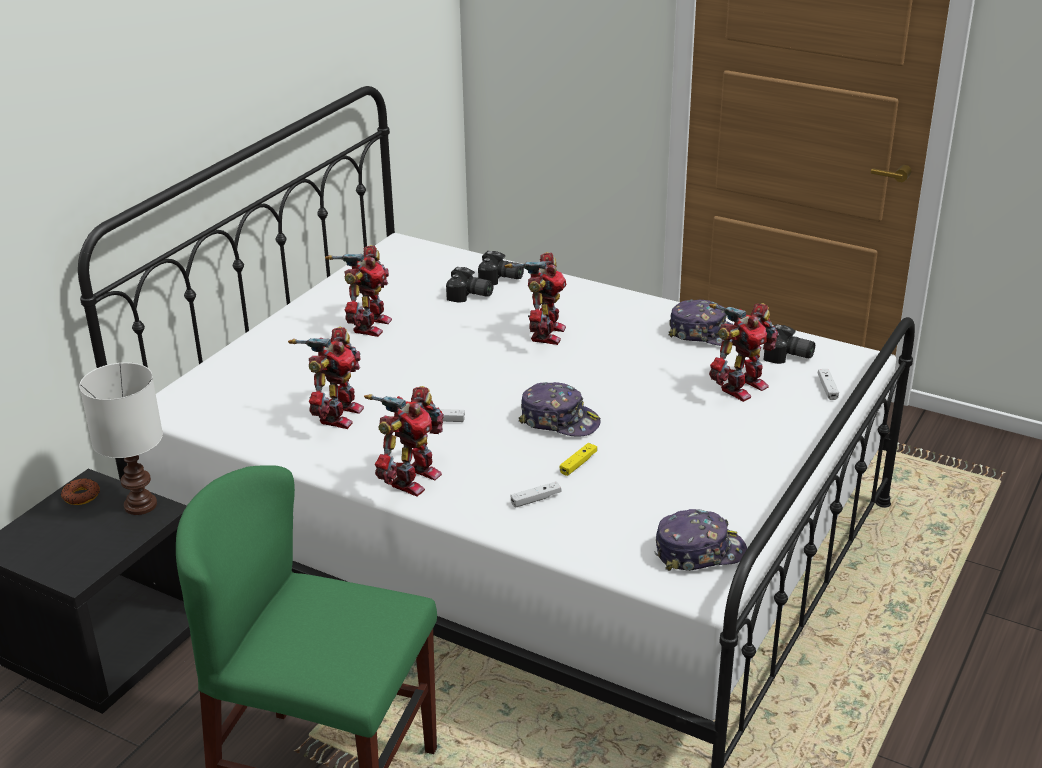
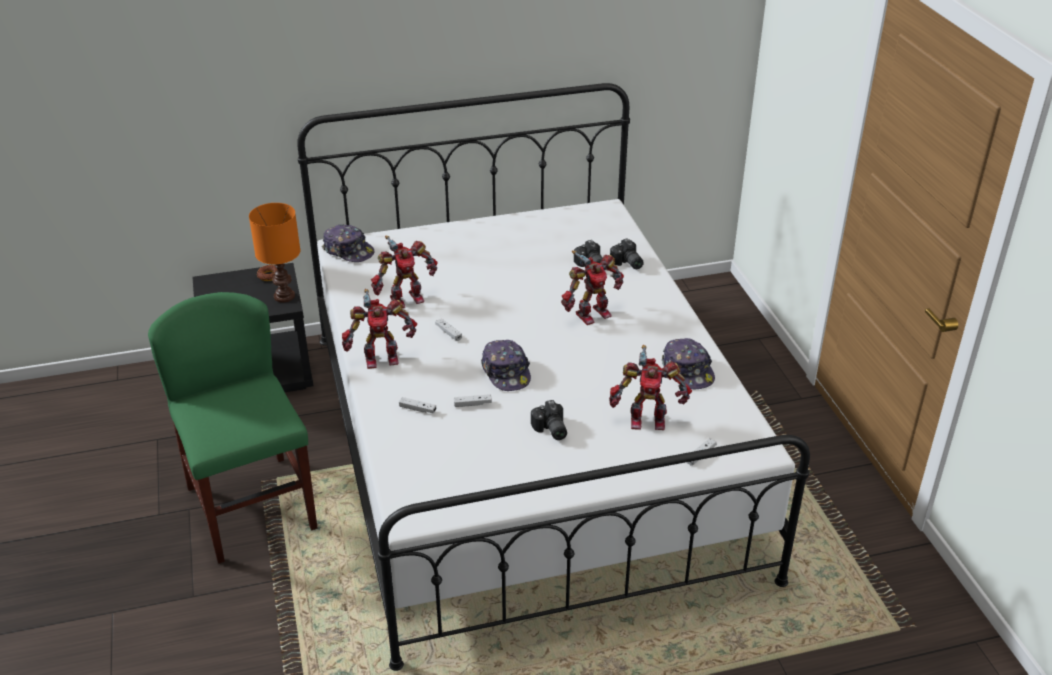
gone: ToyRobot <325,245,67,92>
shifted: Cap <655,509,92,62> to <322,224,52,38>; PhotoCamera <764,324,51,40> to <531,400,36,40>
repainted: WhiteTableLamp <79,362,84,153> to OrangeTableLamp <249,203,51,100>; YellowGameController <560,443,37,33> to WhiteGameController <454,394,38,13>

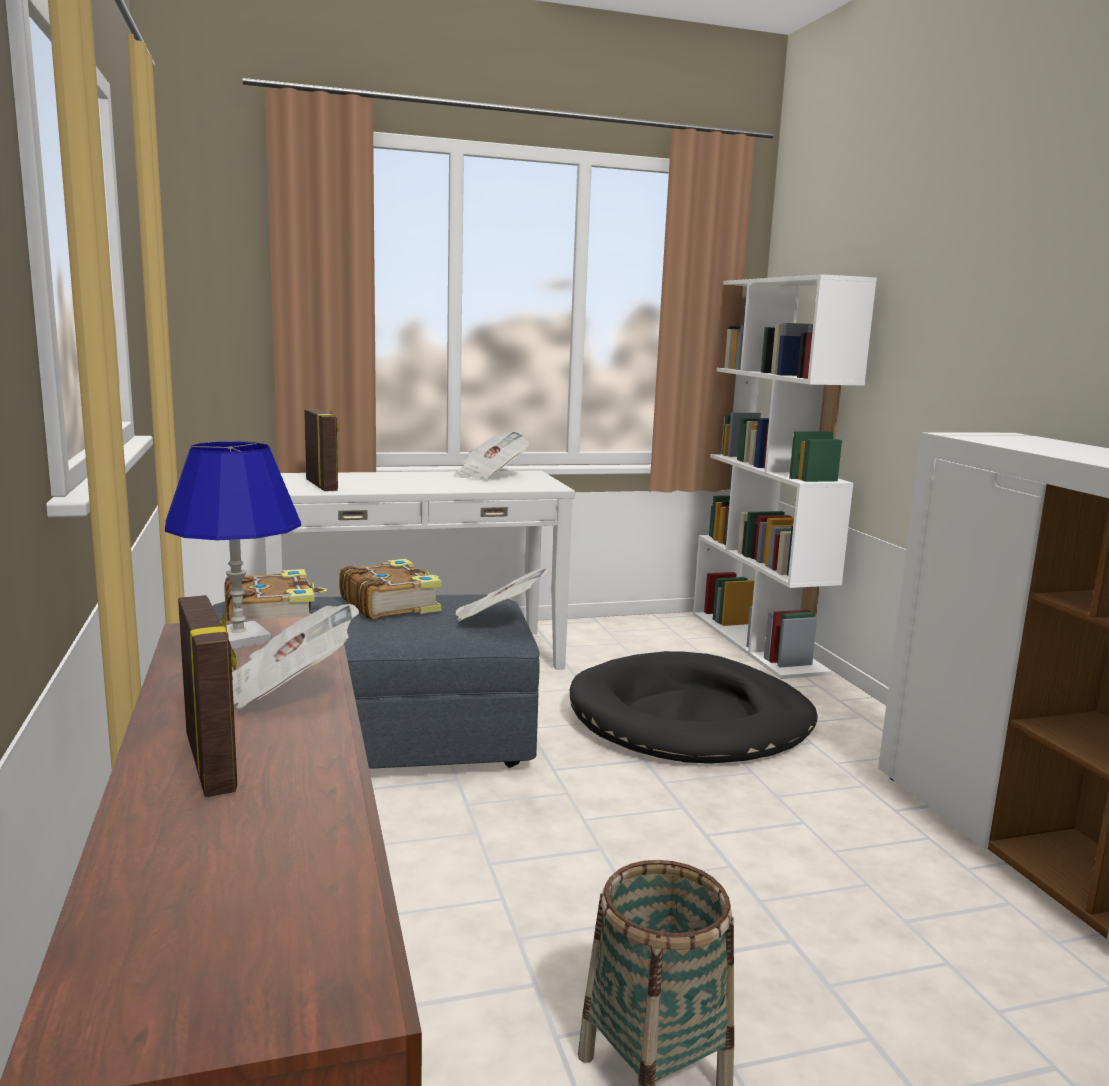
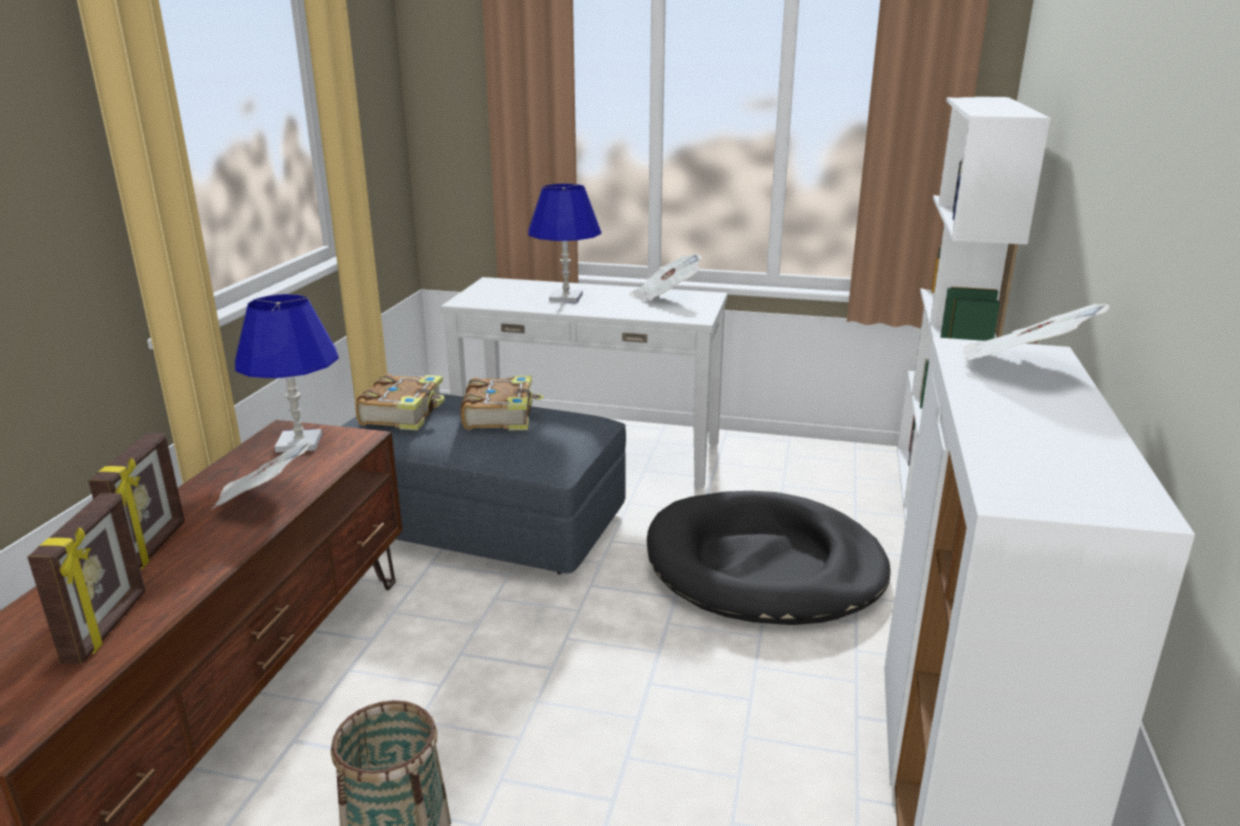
new: BlueTableLamp <528,184,73,119>
shifted: PictureFrame <304,409,35,82> to <28,493,117,171>; Newspaper <456,568,92,54> to <963,304,146,58>

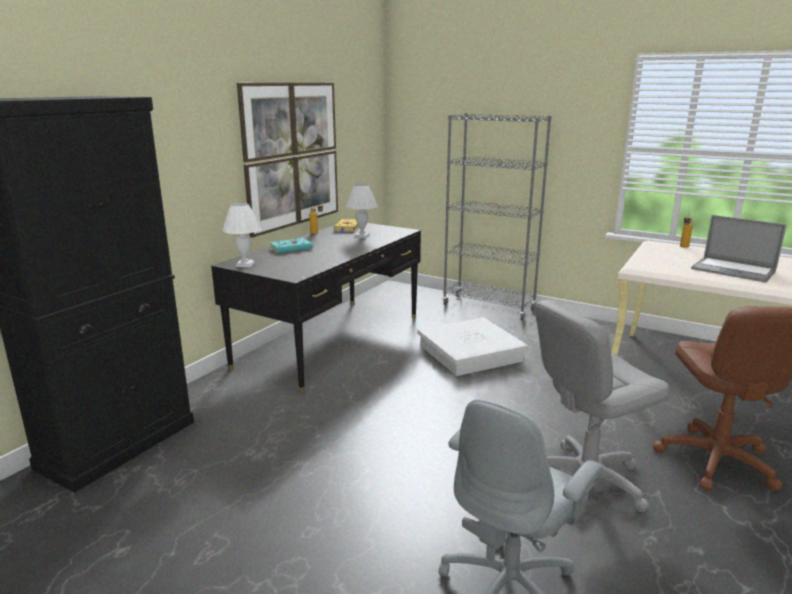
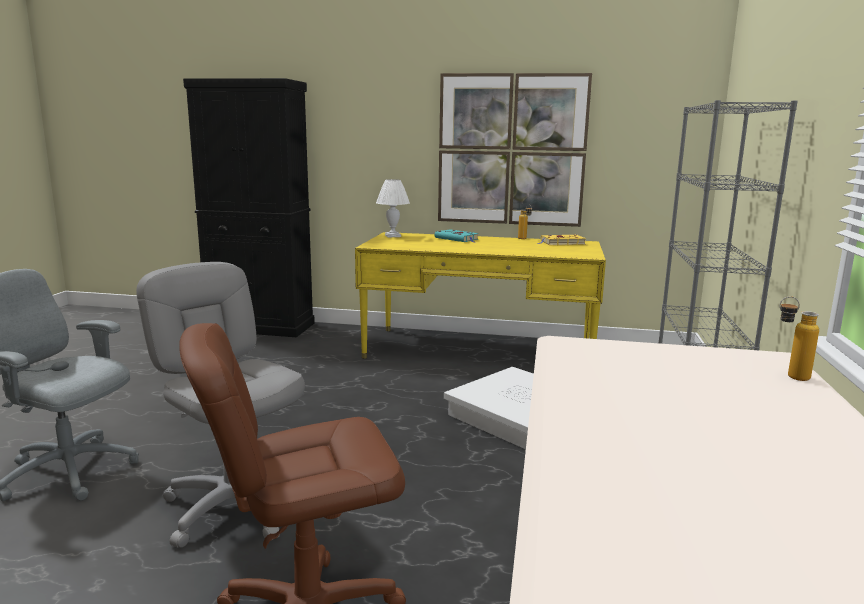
gone: WhiteTableLamp <346,184,31,54>; Laptop <691,215,95,68>
repainted: BlackDesk <211,223,210,170> to YellowDesk <355,232,251,127>

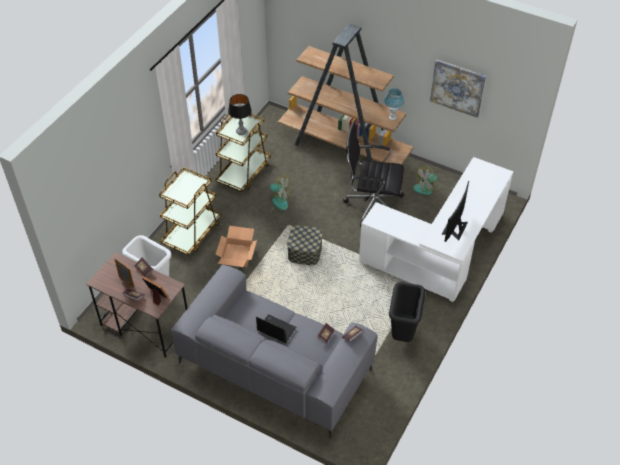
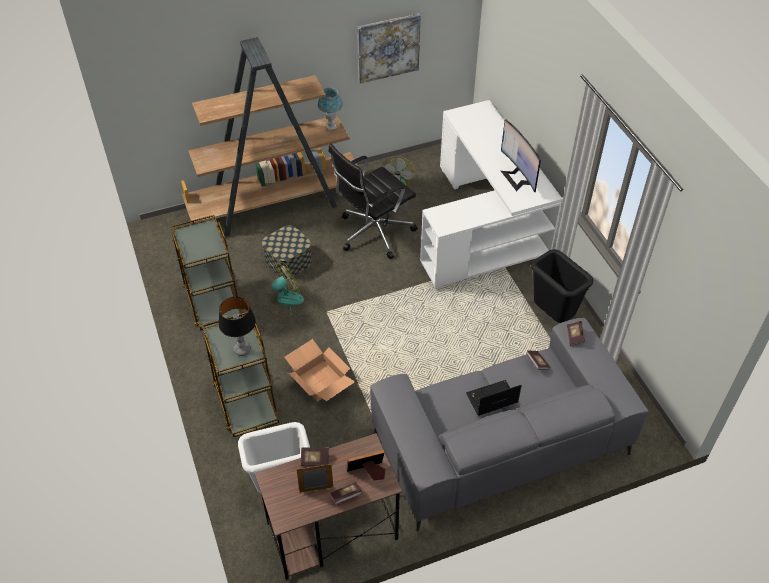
shifted: TableLamp <228,94,24,41> to <218,297,38,59>; StorageBox <287,225,35,40> to <262,226,50,53>

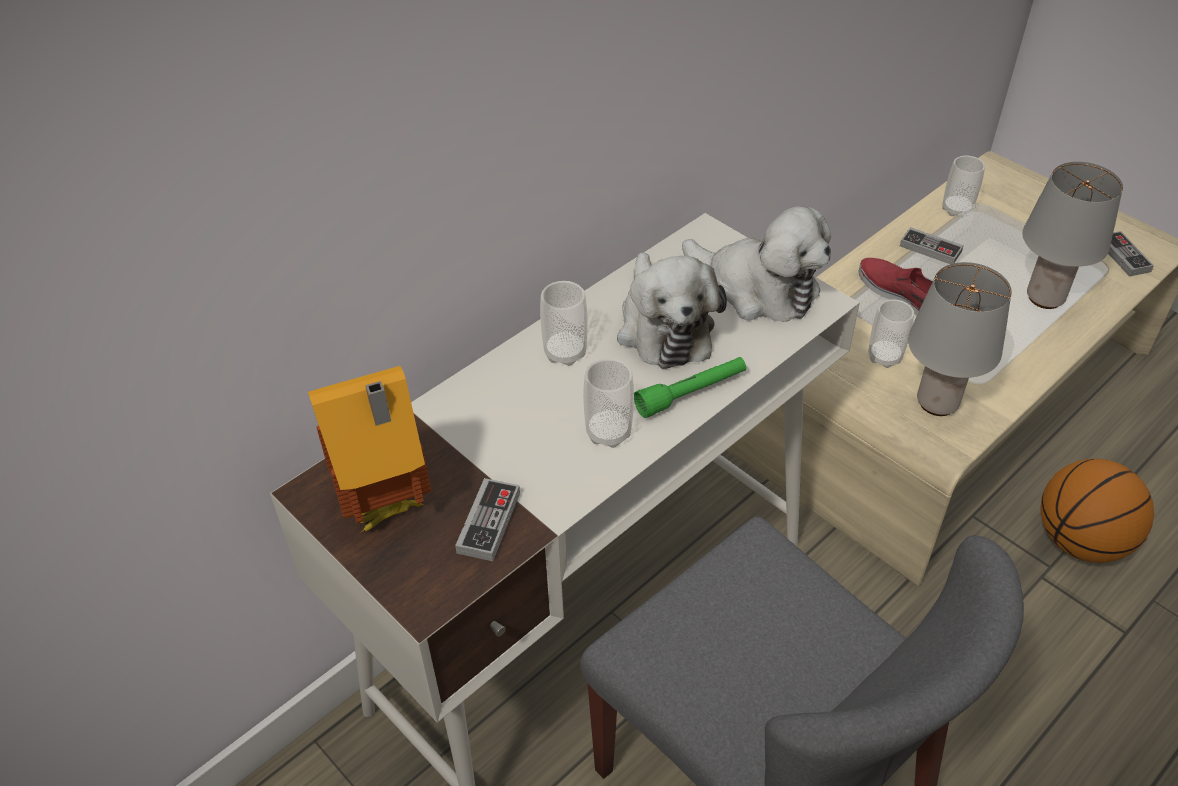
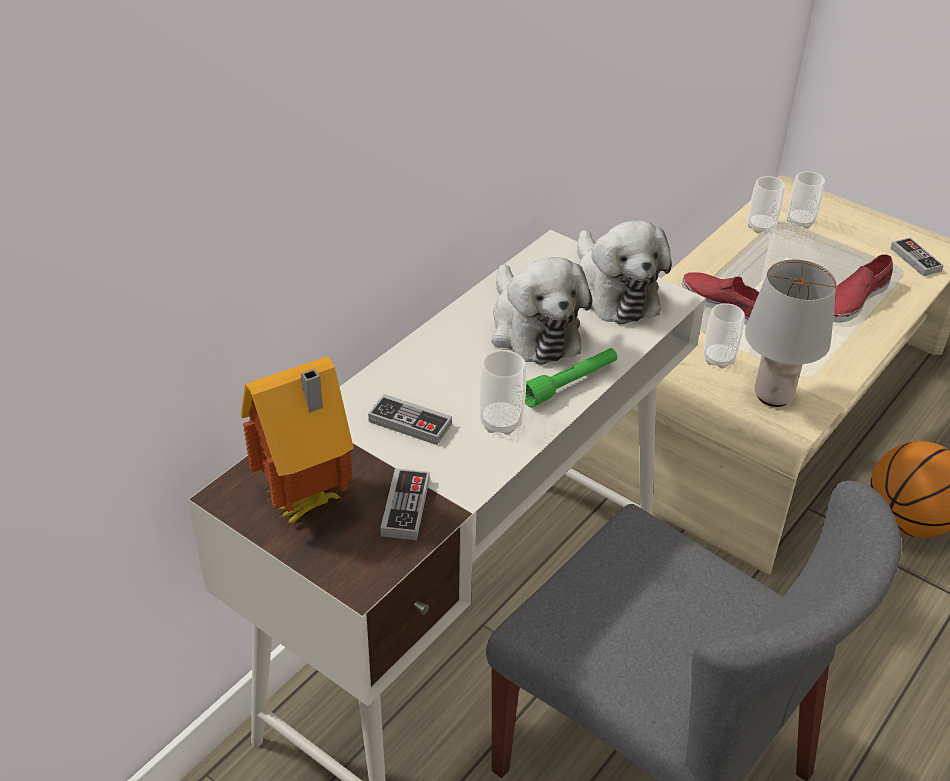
shifted: GameController <900,227,64,37> to <368,394,84,51>; Cup <540,281,48,85> to <787,171,38,58>
swapped: GreyTableLamp <1023,162,100,147> to RedShoe <833,254,60,69>
rotated: PlushToy <682,206,149,116> = <577,220,95,105> 45 degrees clockwise

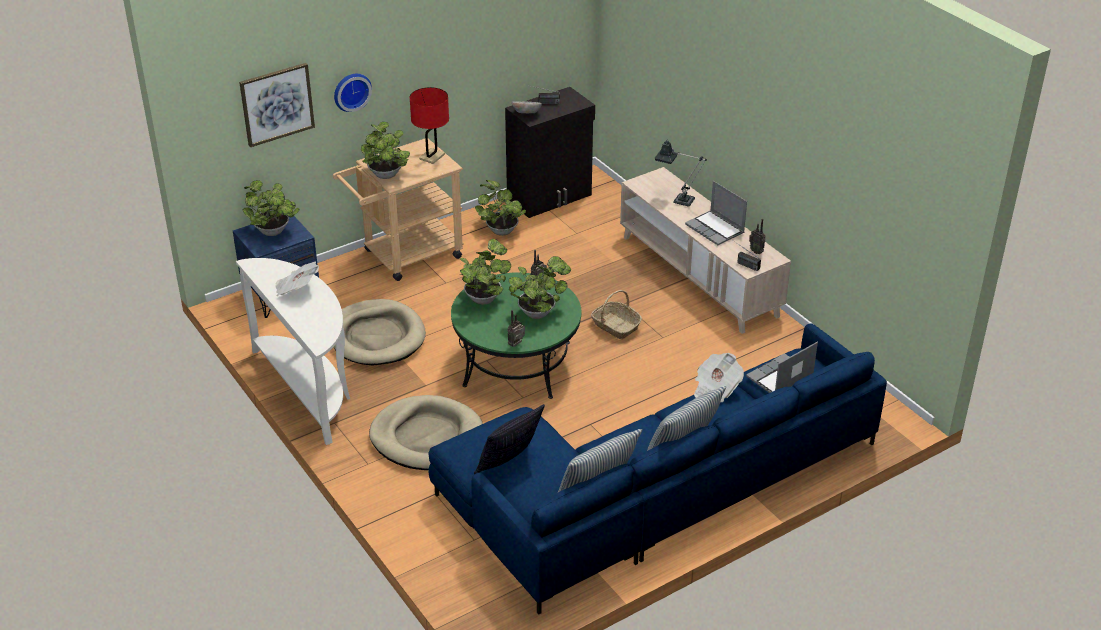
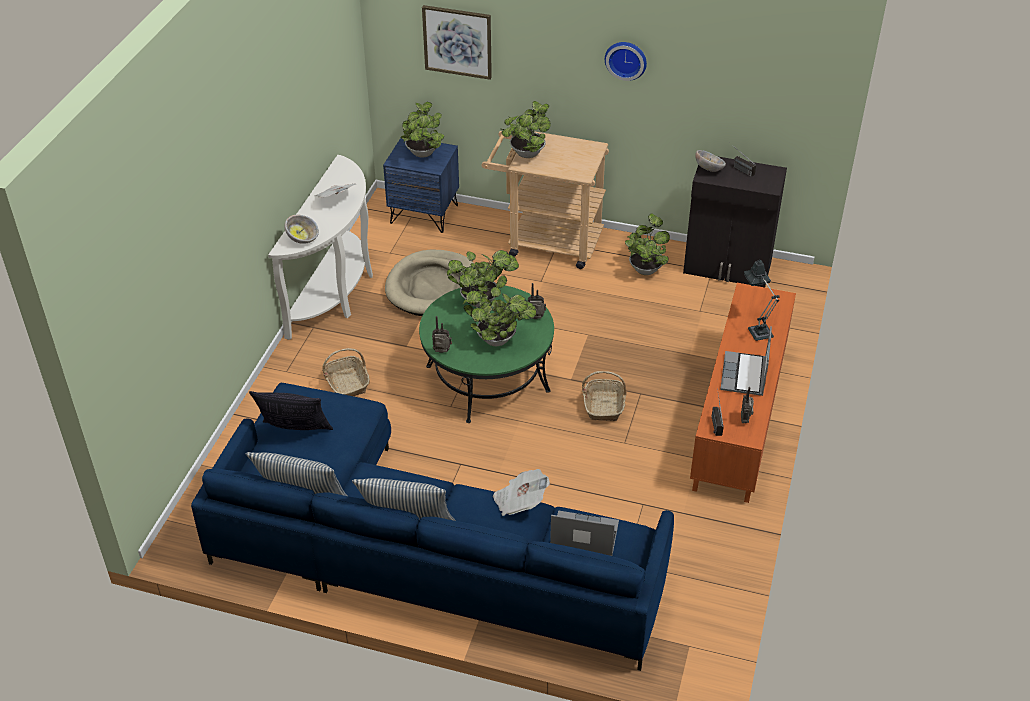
gone: RedTableLamp <410,87,39,77>
new: Bowl <284,215,35,29>
shifted: WallClock <334,74,38,38> to <605,42,42,39>
swapped: BeigeDogBed <369,395,114,75> to Basket <322,348,48,48>
repainted: BeigeTvStand <620,167,171,167> to OrangeTvStand <690,283,106,220>

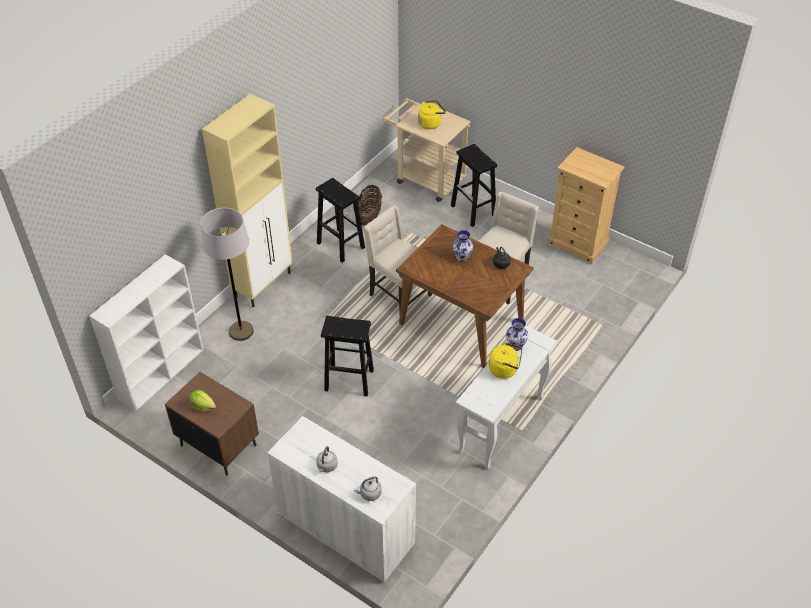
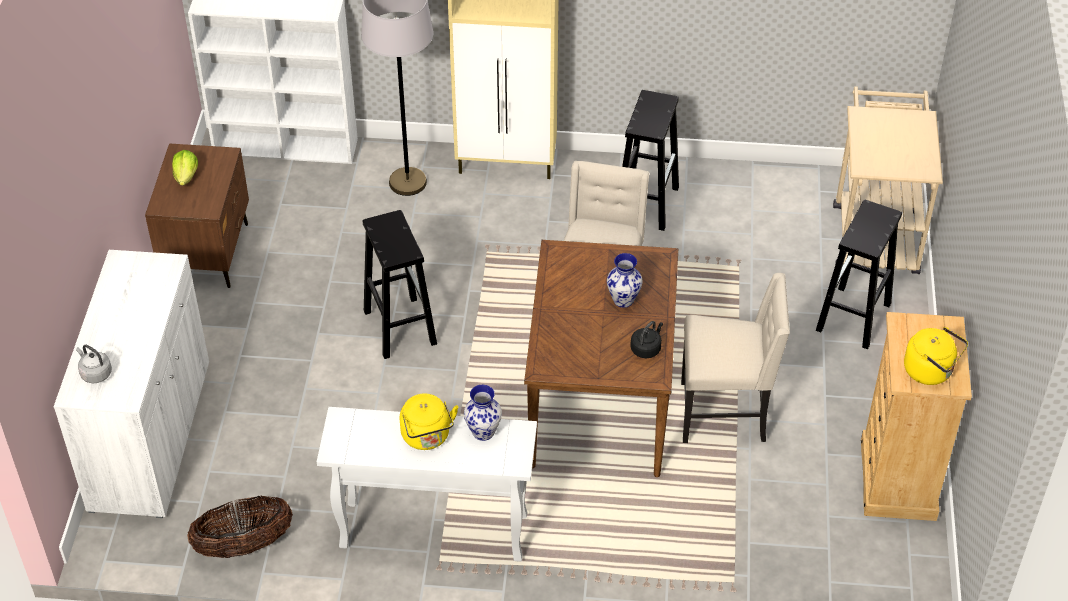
gone: GreyKettle <316,446,22,26>
shifted: Basket <357,185,25,41> to <187,495,106,63>; YellowKettle <418,100,28,29> to <904,327,64,58>

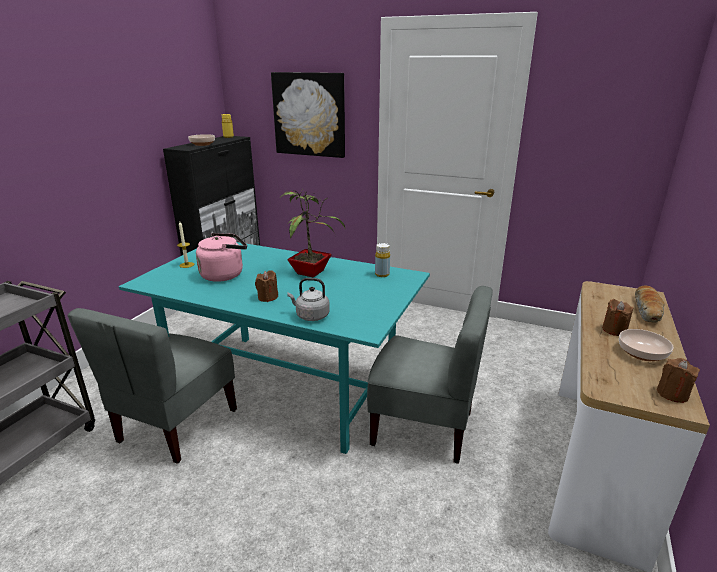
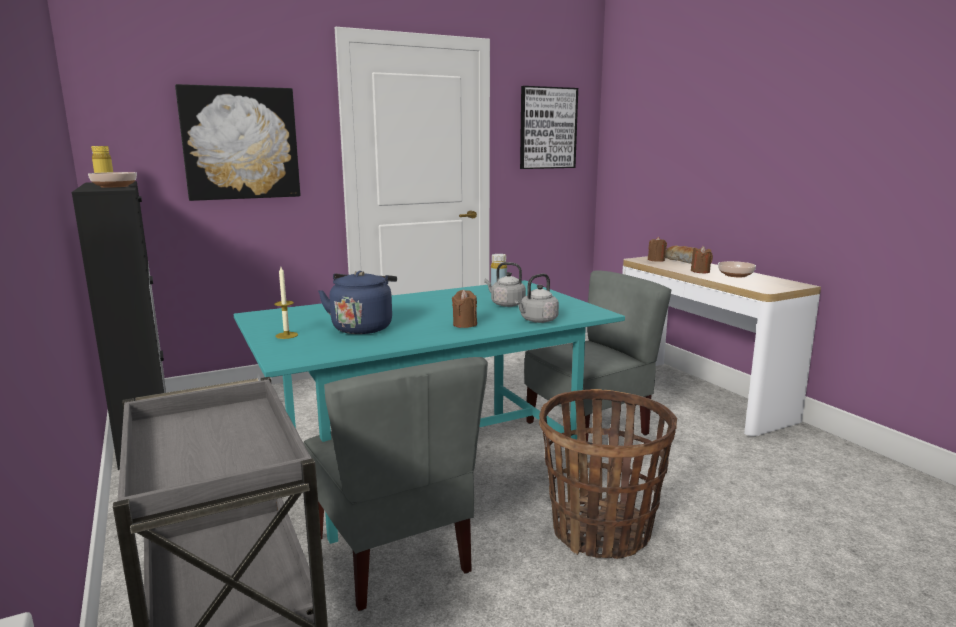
gone: PottedPlant <280,188,65,89>
new: GreyKettle <485,262,41,45>; Picture <520,86,58,83>; Basket <539,389,138,170>
shifted: BrownCandle <657,358,43,45> to <648,237,19,25>
repainted: PinkKettle <196,233,51,49> to BlueKettle <318,271,79,63>

